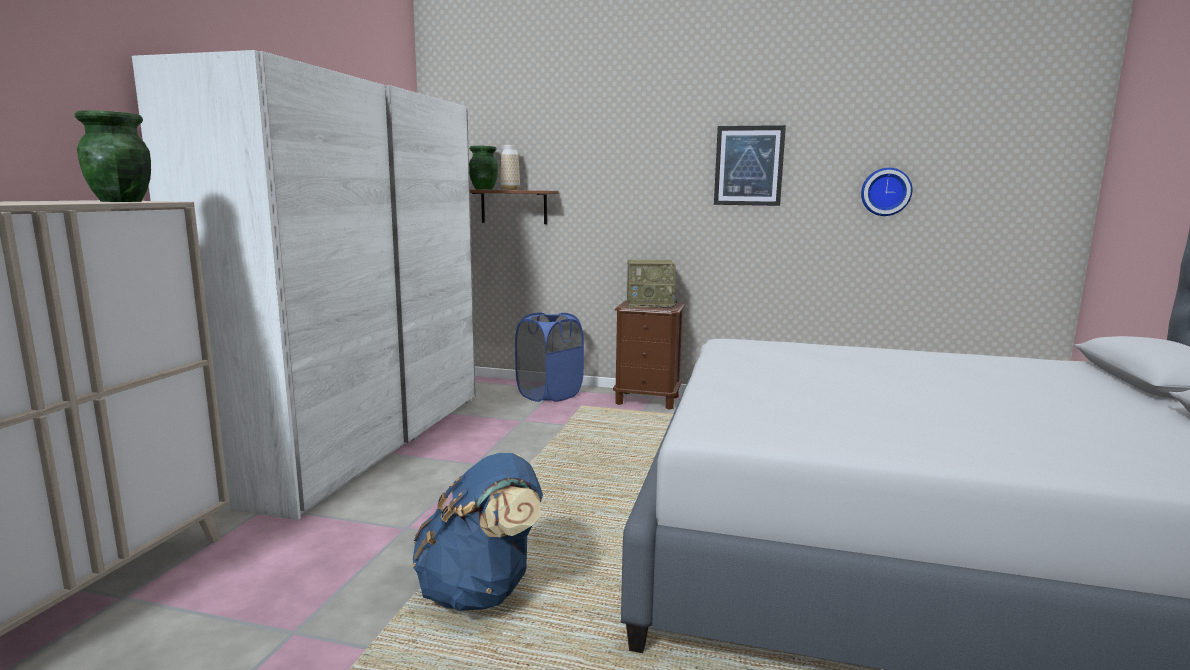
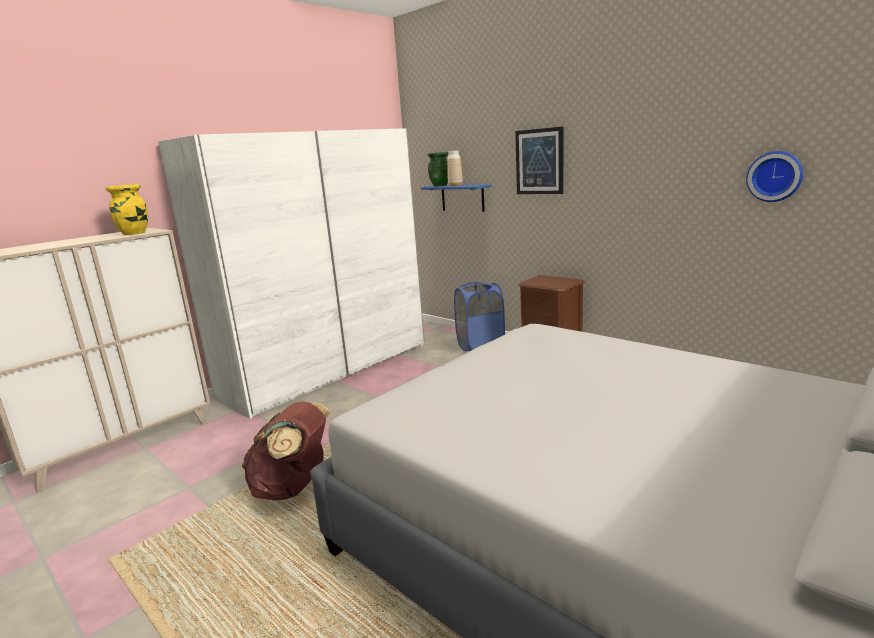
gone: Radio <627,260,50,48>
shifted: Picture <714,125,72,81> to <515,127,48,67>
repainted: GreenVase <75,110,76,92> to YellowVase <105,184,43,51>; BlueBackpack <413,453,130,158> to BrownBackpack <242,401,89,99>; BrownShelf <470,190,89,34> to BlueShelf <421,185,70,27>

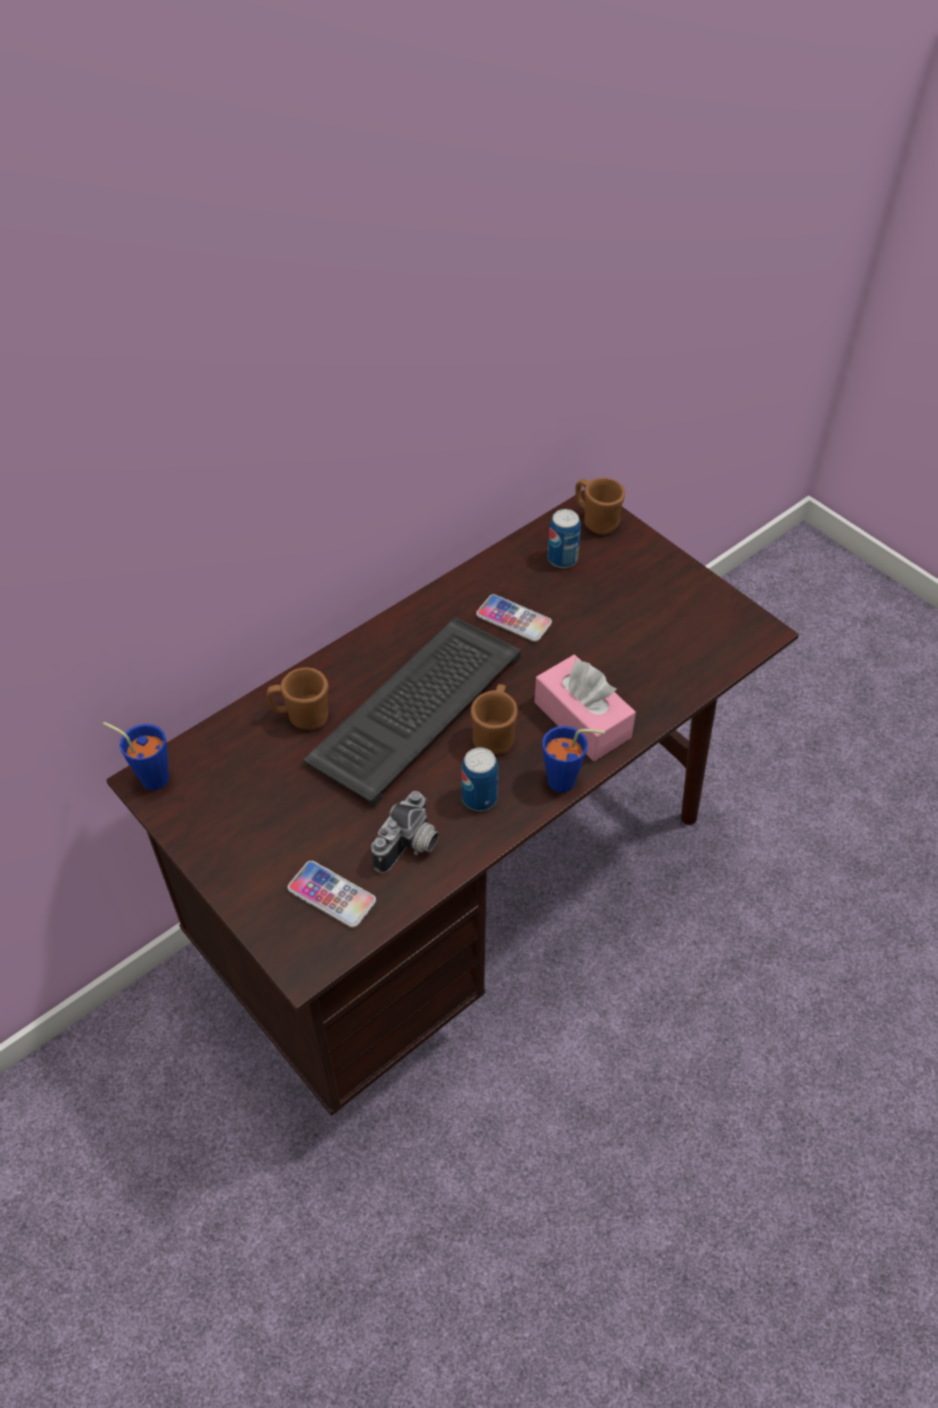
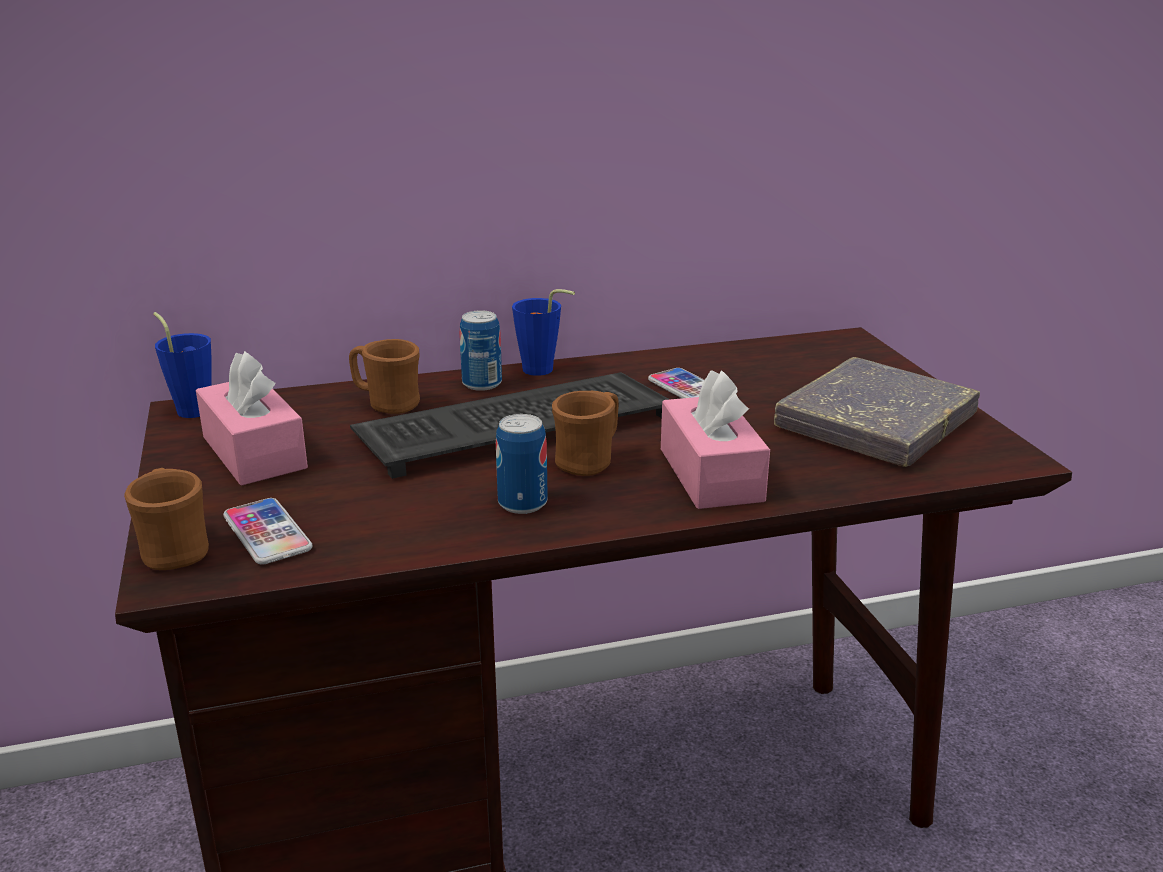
gone: PhotoCamera <371,791,68,83>
new: PinkTissueBox <196,351,112,135>; GreyBook <774,357,206,110>
shifted: BrownMug <575,478,50,57> to <124,468,85,102>; Can <548,509,33,59> to <460,310,42,81>; BlueCup <542,726,63,66> to <512,289,63,87>

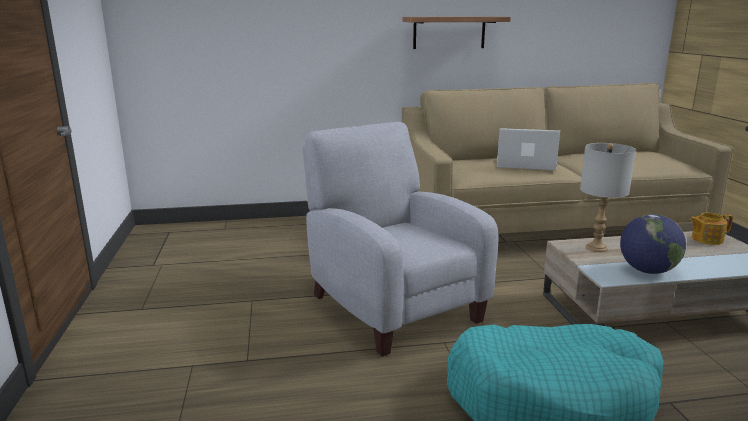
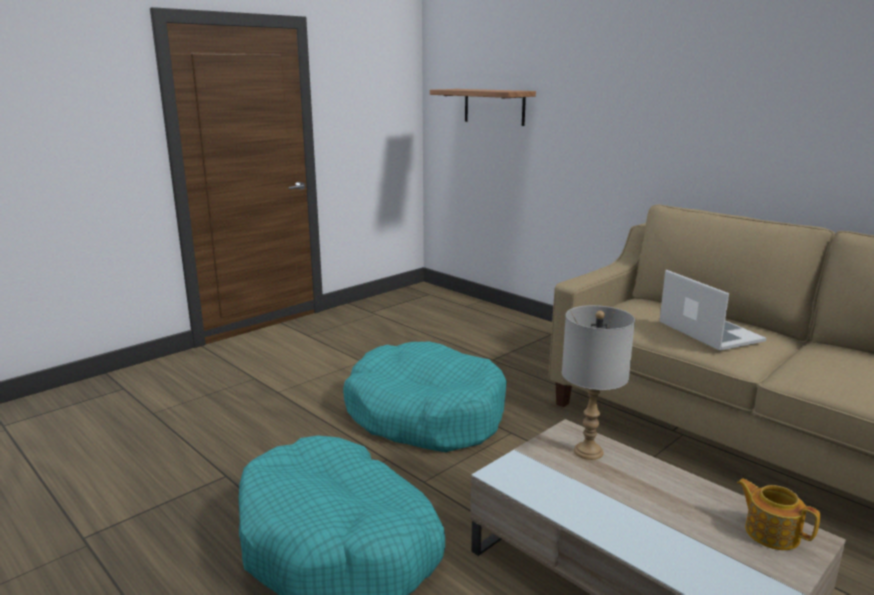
gone: Globe <620,214,66,60>
shifted: Shelf <402,17,109,32> to <430,89,106,37>
swapped: GreyArmchair <302,122,197,235> to TurquoiseDogBed <343,342,164,110>

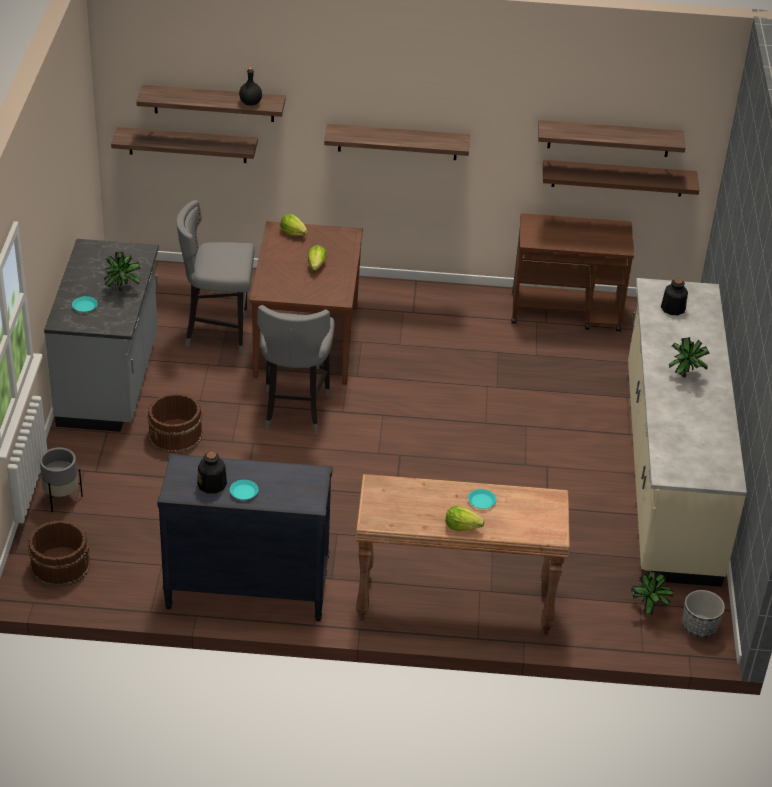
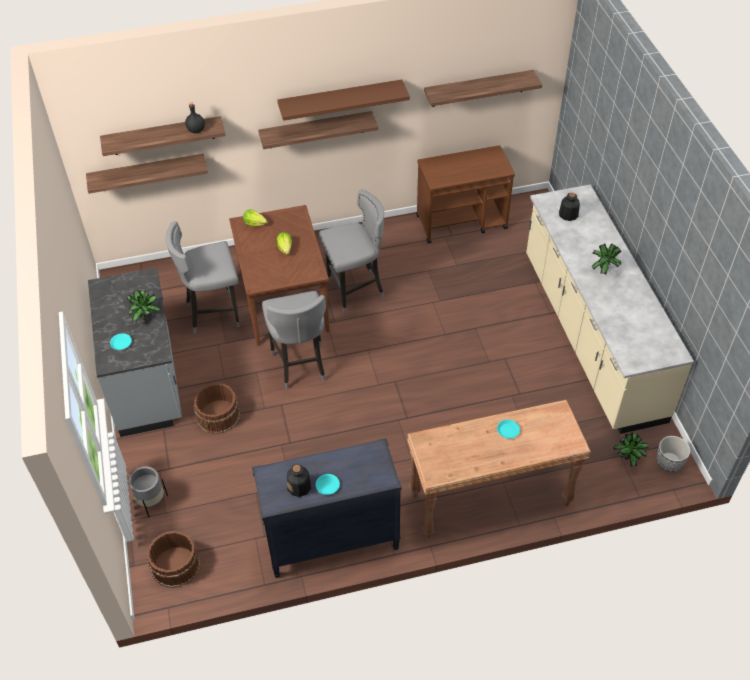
gone: Lettuce <446,505,38,26>
new: GreyStool <318,190,66,123>
shifted: BrownShelf <543,160,156,37> to <277,79,133,42>

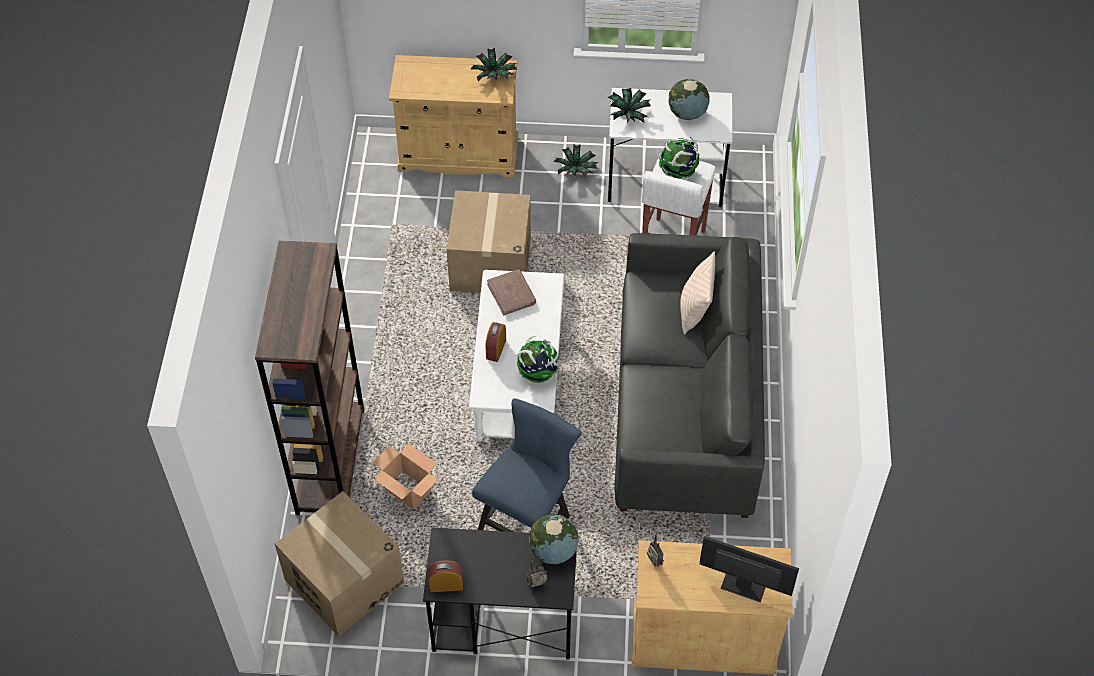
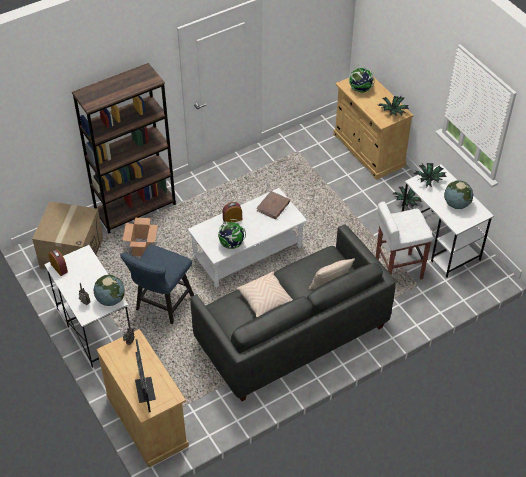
gone: CardboardBox <446,190,85,103>
new: BeigePillow <236,271,57,47>
shifted: Globe <659,137,41,43> to <349,65,26,28>
repainted: BlackDesk <423,528,154,132> to WhiteDesk <44,245,85,123>
rotated: BlueChair <472,398,110,134> = <120,244,74,80> 120 degrees clockwise

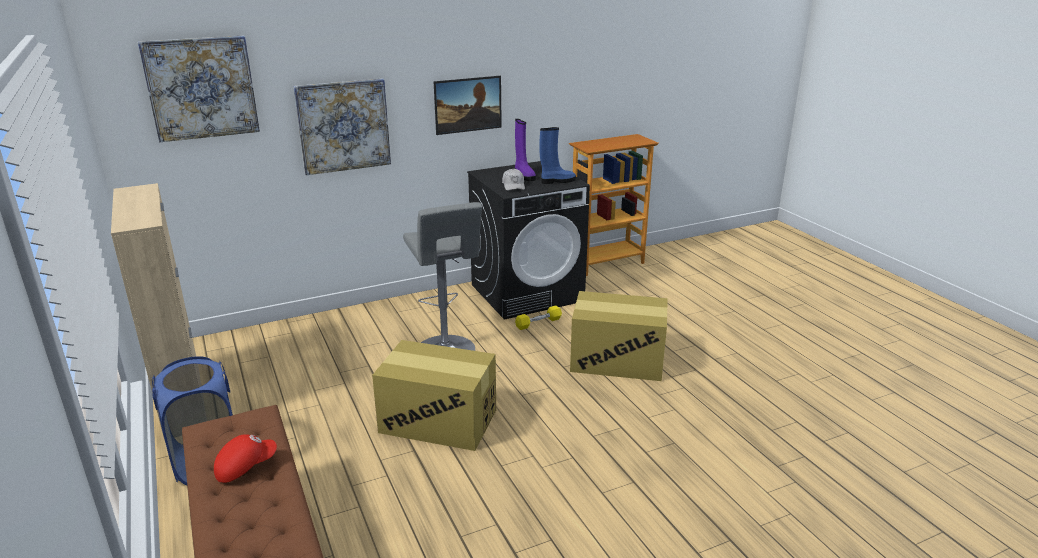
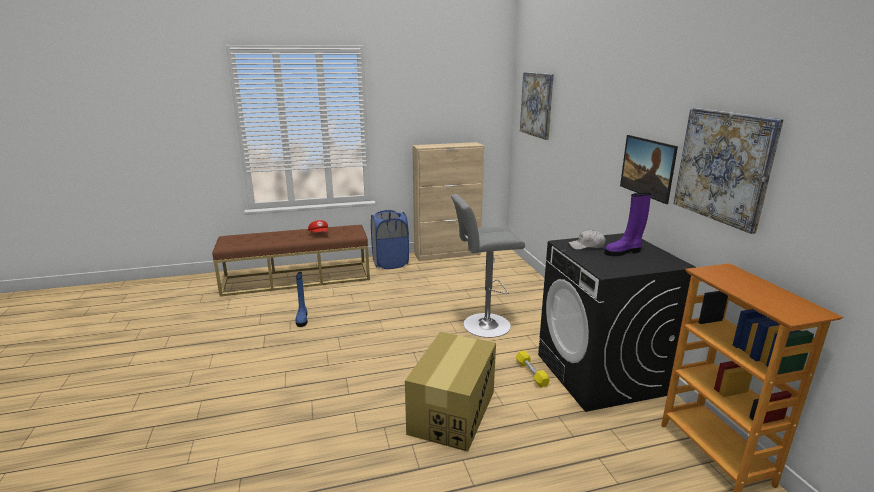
gone: CardboardBox <372,340,124,111>
shifted: BlueBoot <539,127,37,57> to <295,272,13,55>; Picture <293,78,98,97> to <674,108,110,126>

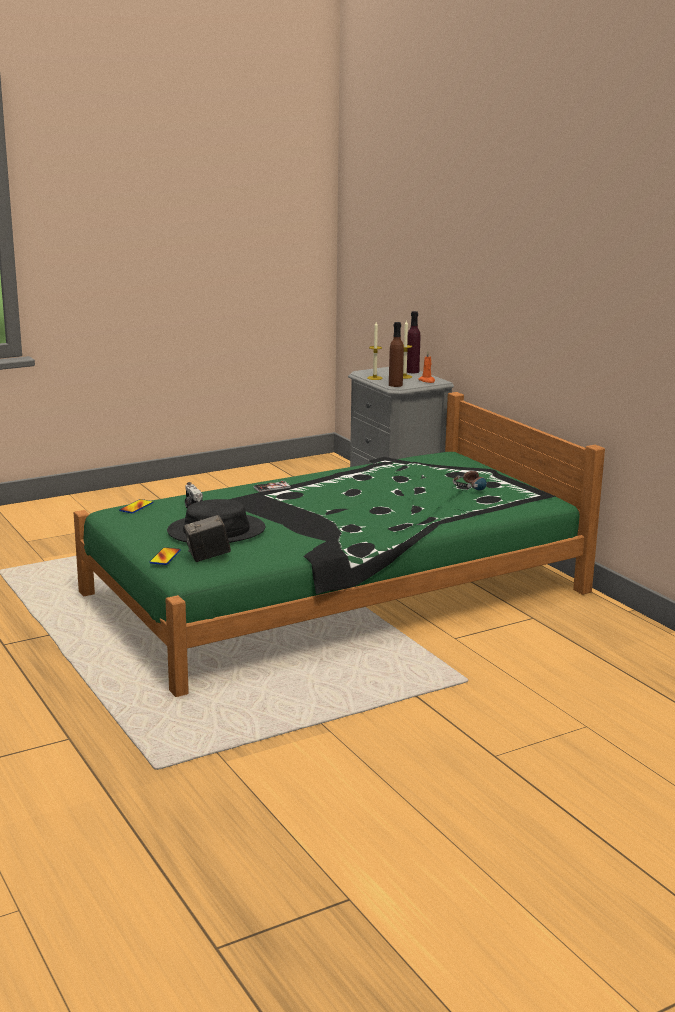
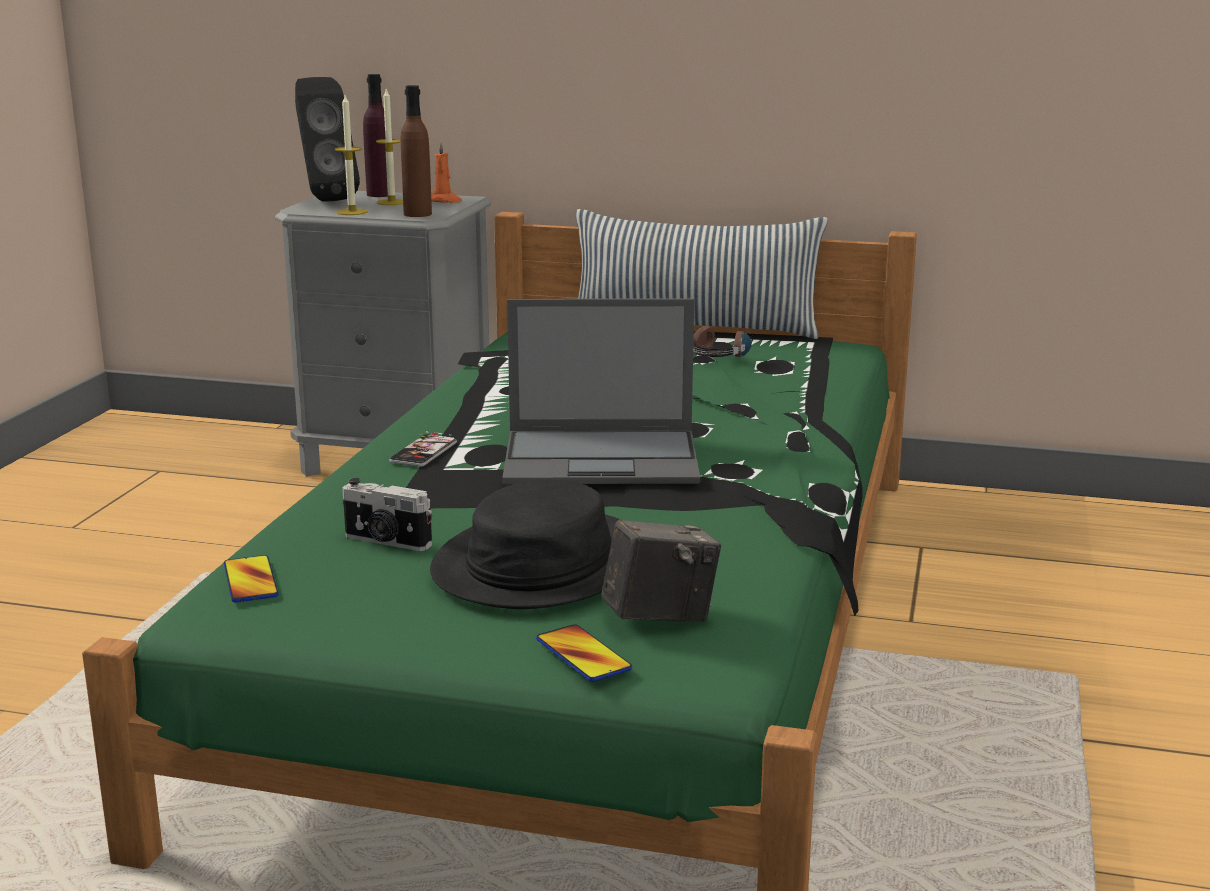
new: BlackSpeaker <295,77,65,125>; Laptop <502,298,198,186>; Pillow <575,209,253,130>
rotated: PhotoCamera <184,515,47,47> = <601,519,120,103> 135 degrees counterclockwise

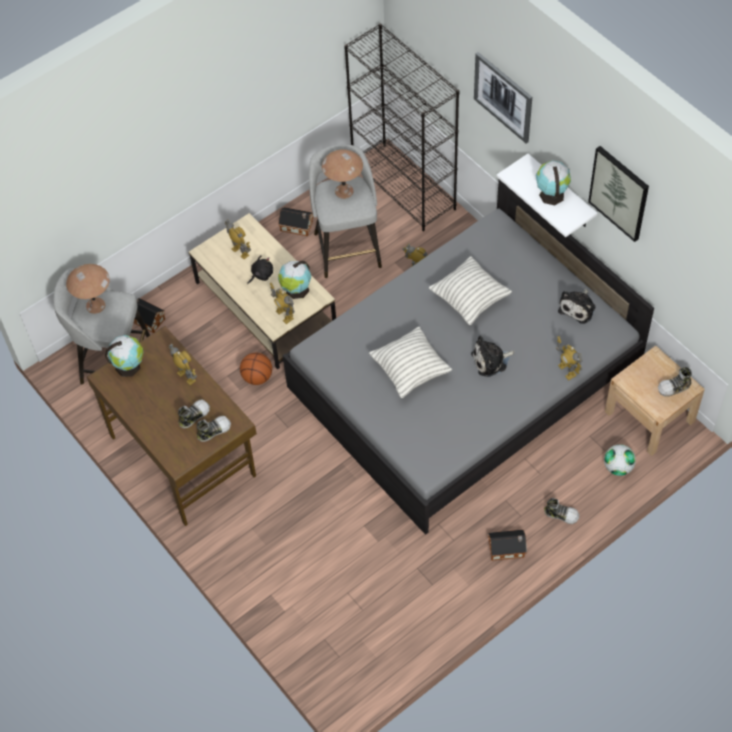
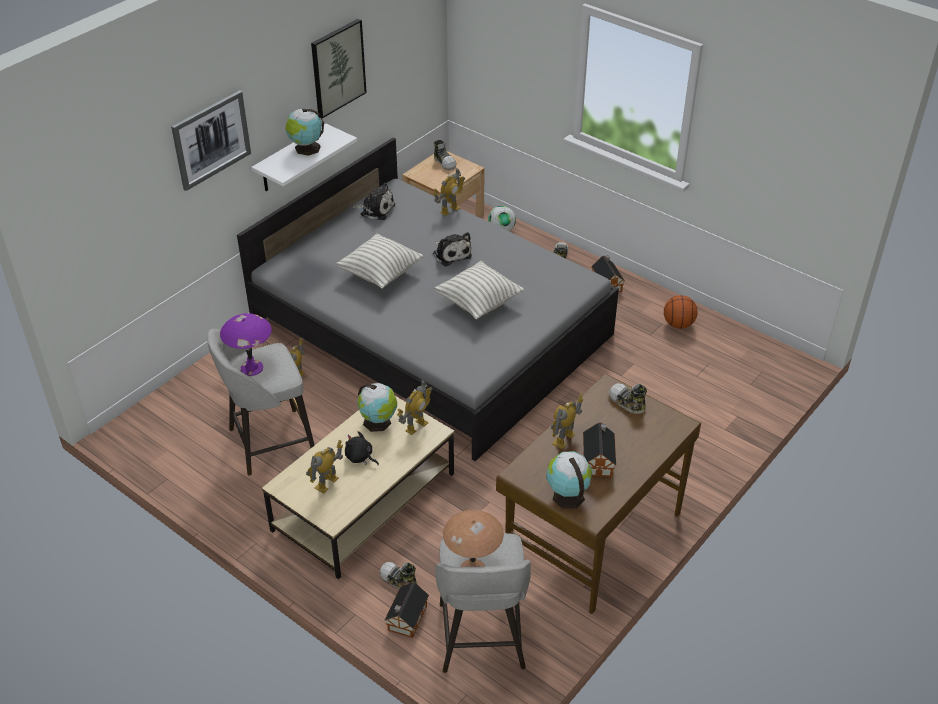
gone: BlackBookcase <344,23,115,208>
shifted: Shoe <178,400,32,29> to <379,562,38,27>; ToyHouse <278,207,35,29> to <583,422,33,55>; Basketball <240,353,32,32> to <664,295,34,34>
repainted: BrownTableLamp <322,149,41,50> to PurpleTableLamp <220,313,52,63>

